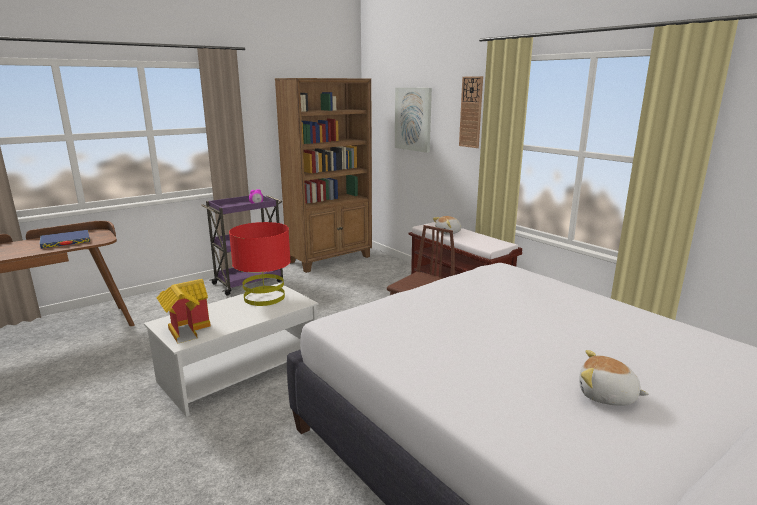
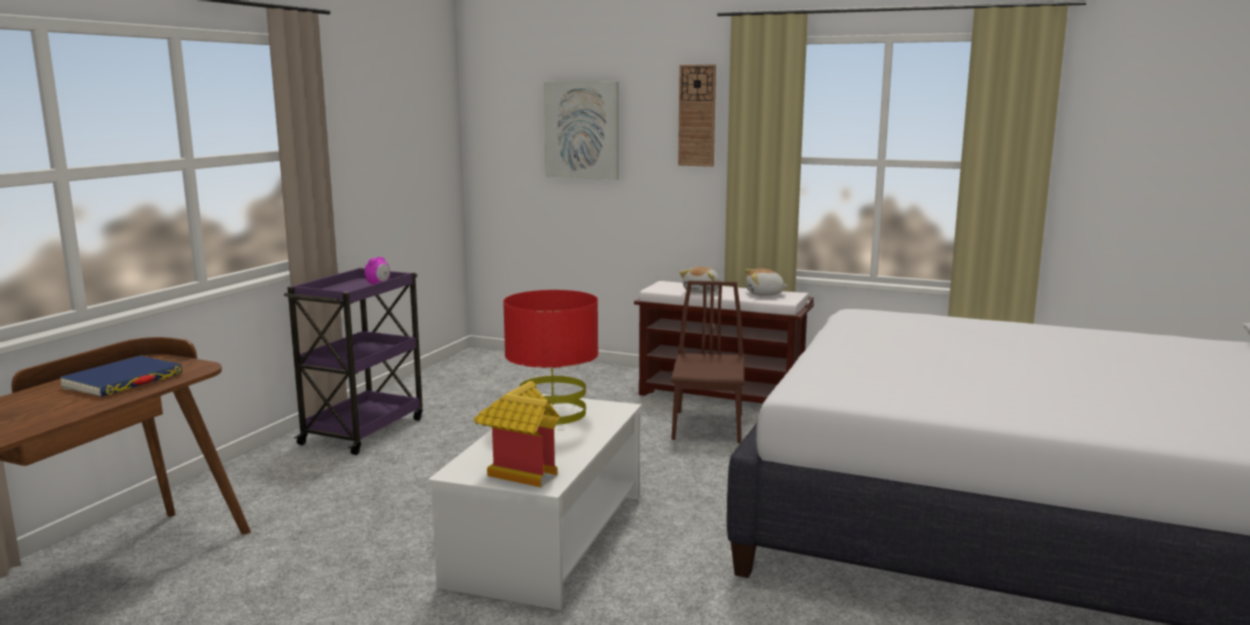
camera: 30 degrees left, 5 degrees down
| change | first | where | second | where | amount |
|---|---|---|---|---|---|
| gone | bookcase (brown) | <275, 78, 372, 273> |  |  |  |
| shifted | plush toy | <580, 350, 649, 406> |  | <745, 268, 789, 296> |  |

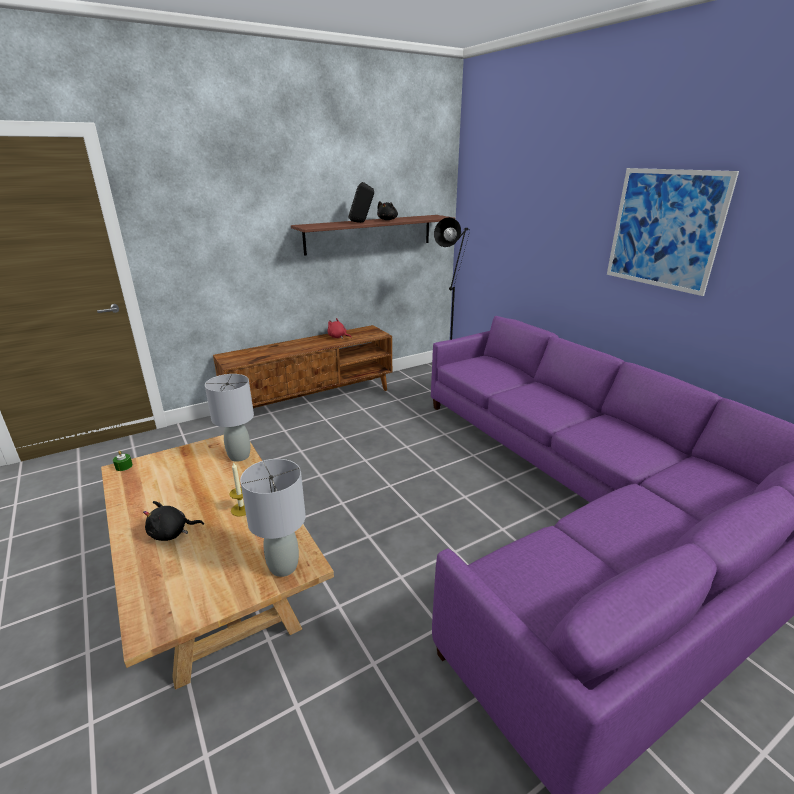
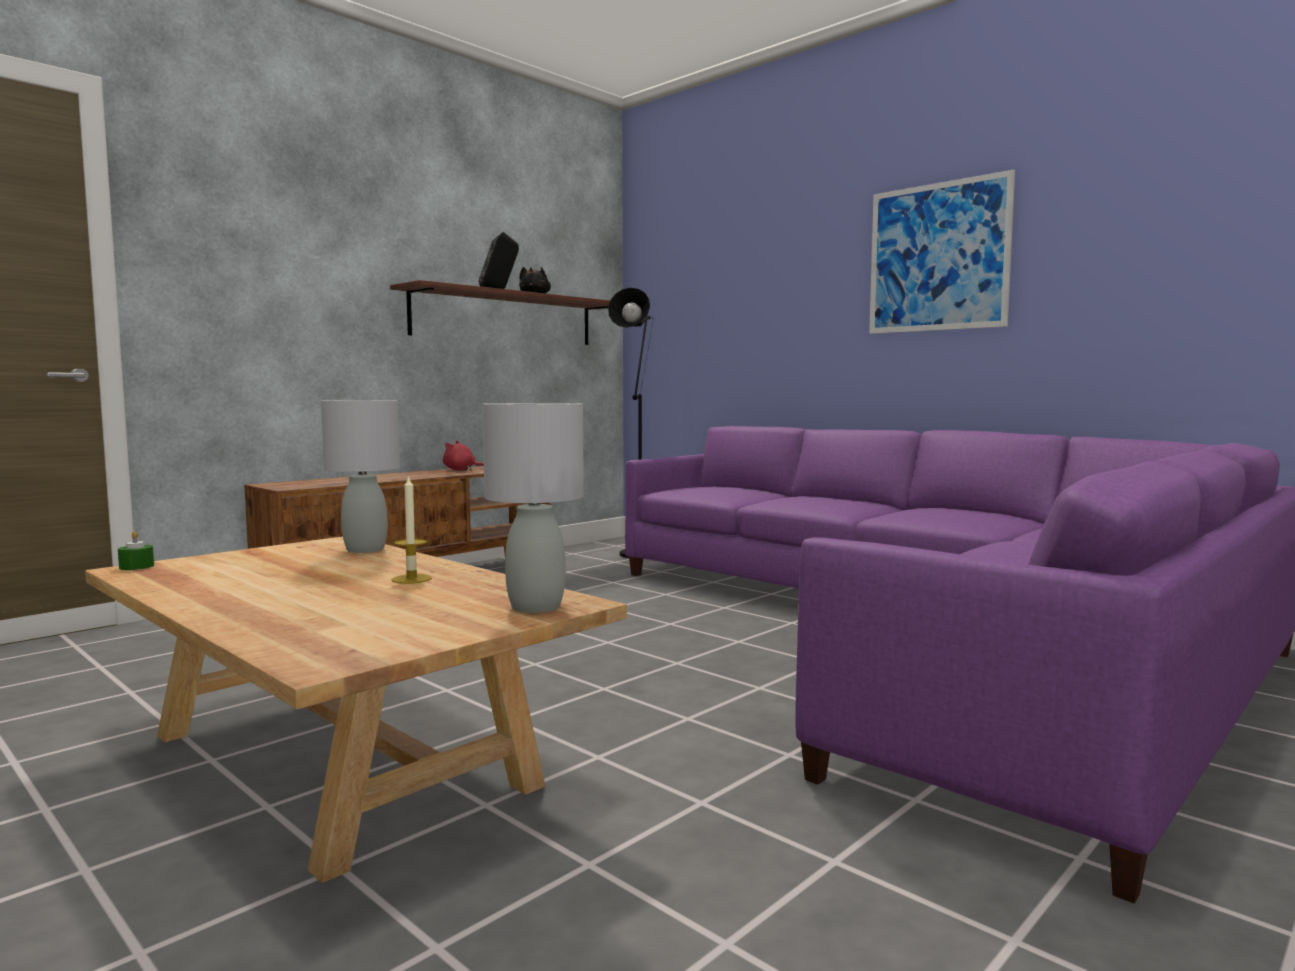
camera: 15 degrees left, 20 degrees down
| change | first | where | second | where | amount |
|---|---|---|---|---|---|
| gone | plush toy (black) | <143, 501, 204, 541> |  |  |  |

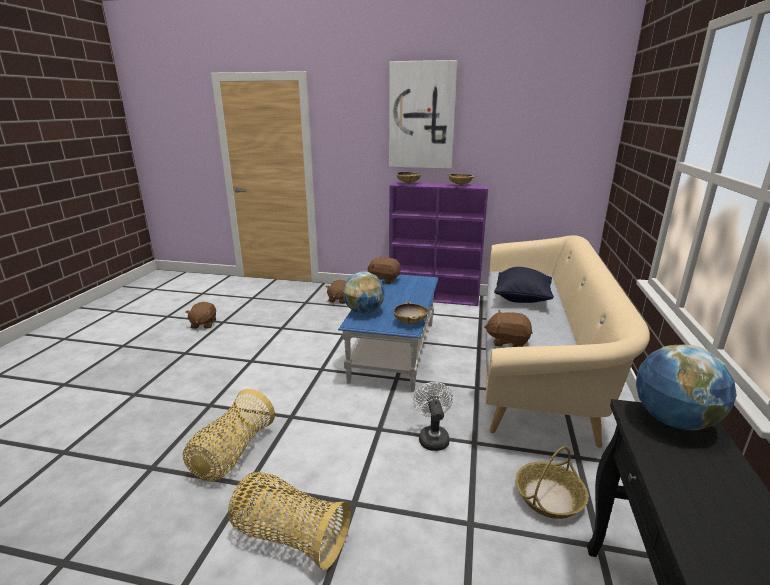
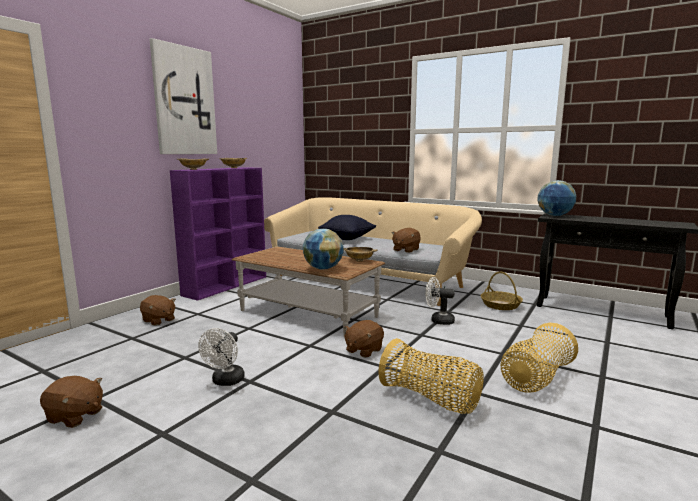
camera: 70 degrees left, 10 degrees down
| change | first | where | second | where | amount |
|---|---|---|---|---|---|
| new |  |  | fan (white) | <198, 328, 245, 386> |  |
| shifted | plush toy (brown) | <367, 257, 401, 284> |  | <344, 320, 384, 358> |  |
| repainted | coffee table (blue) | <338, 275, 438, 392> | coffee table (brown) | <231, 246, 385, 338> |  |

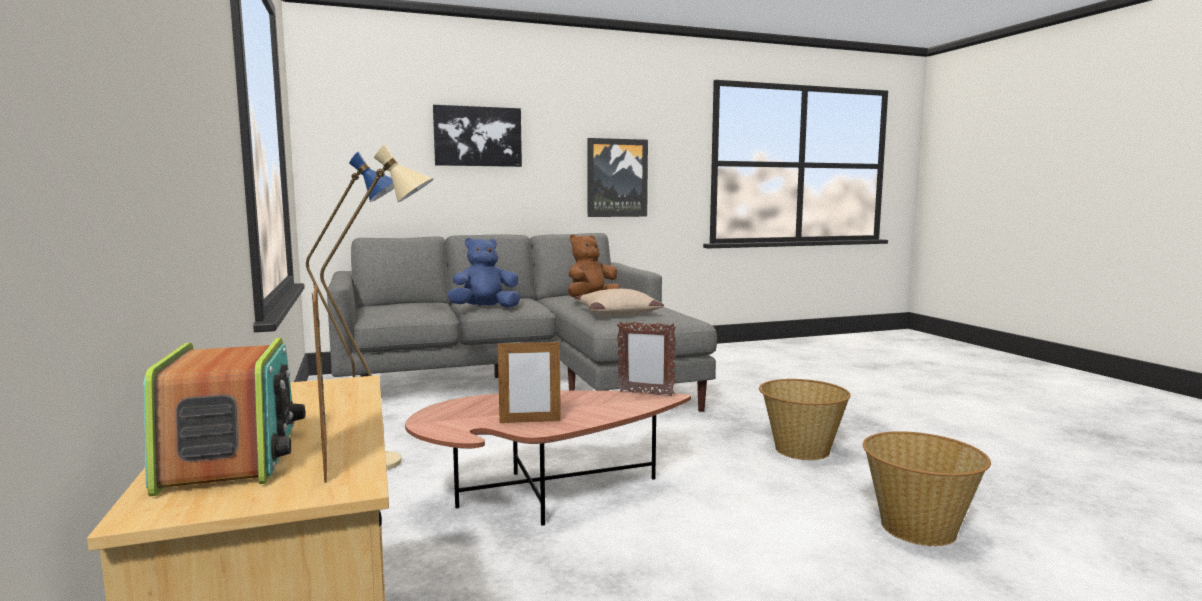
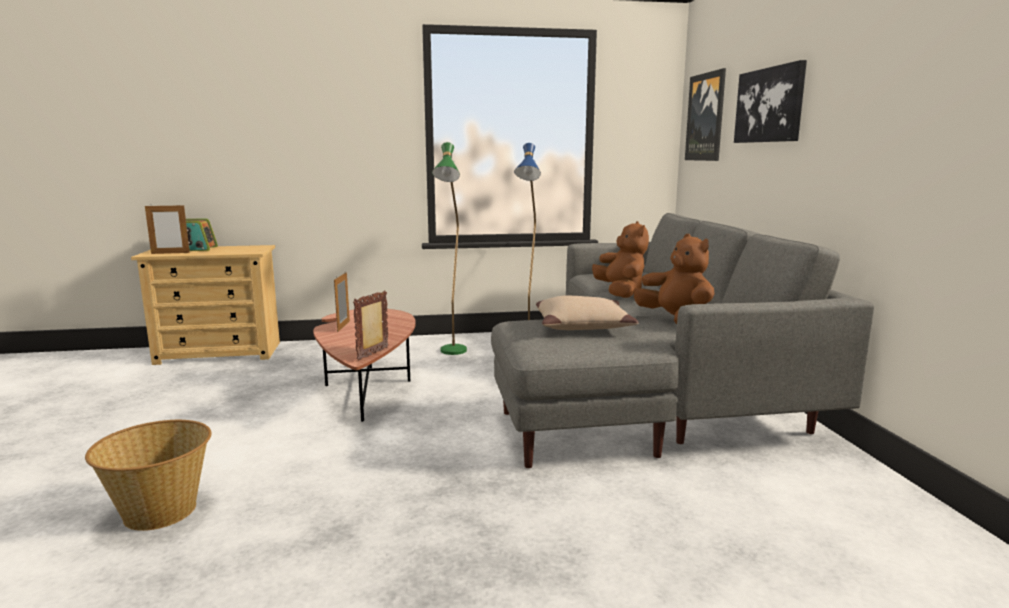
camera: 100 degrees right, 5 degrees up
| change | first | where | second | where | amount |
|---|---|---|---|---|---|
| gone | basket | <759, 379, 851, 460> |  |  |  |
| shifted | picture | <587, 138, 648, 217> |  | <685, 68, 726, 161> |  |
| repainted | floor lamp (beige) | <320, 144, 433, 470> | floor lamp (green) | <432, 142, 467, 355> |  |
| repainted | plush toy (blue) | <447, 238, 521, 308> | plush toy (brown) | <592, 221, 649, 298> |  |

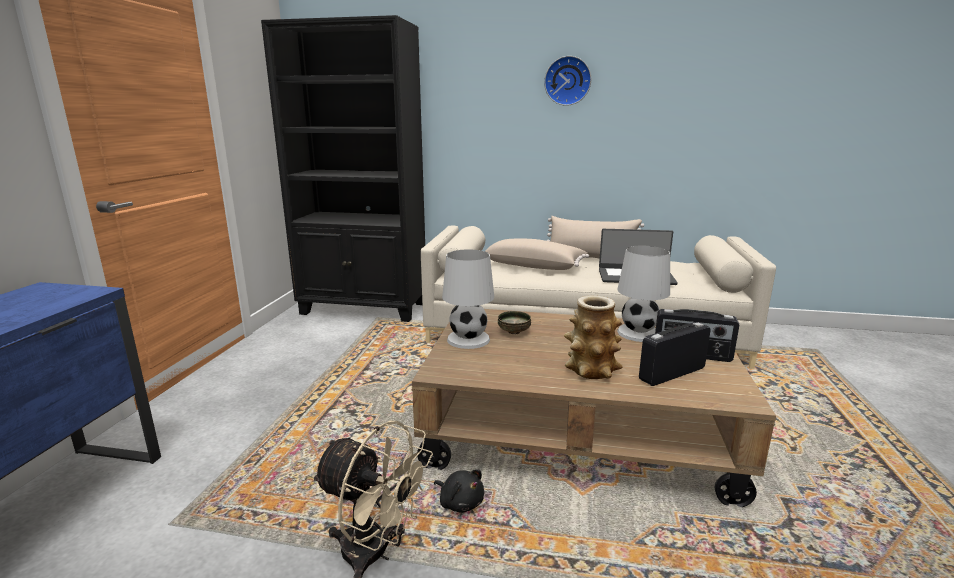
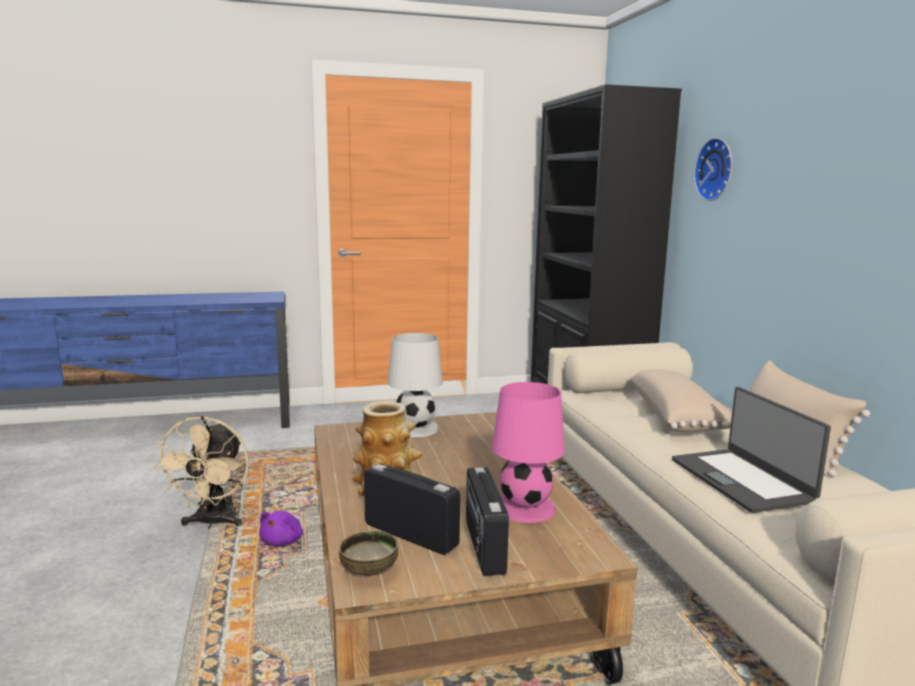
camera: 65 degrees right, 5 degrees down
| change | first | where | second | where | amount |
|---|---|---|---|---|---|
| shifted | bowl | <498, 311, 531, 334> |  | <339, 530, 398, 576> |  |
| shifted | wall clock | <544, 56, 591, 106> |  | <694, 138, 732, 201> |  |
| repainted | plush toy (black) | <434, 469, 484, 513> | plush toy (purple) | <259, 511, 303, 546> |  |
| repainted | table lamp (white) | <617, 246, 670, 342> | table lamp (pink) | <492, 382, 565, 523> |  |

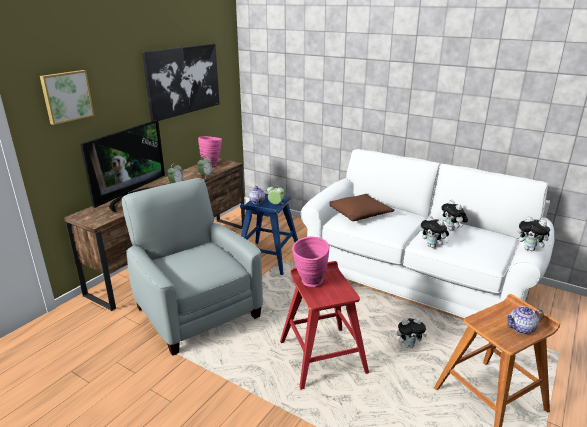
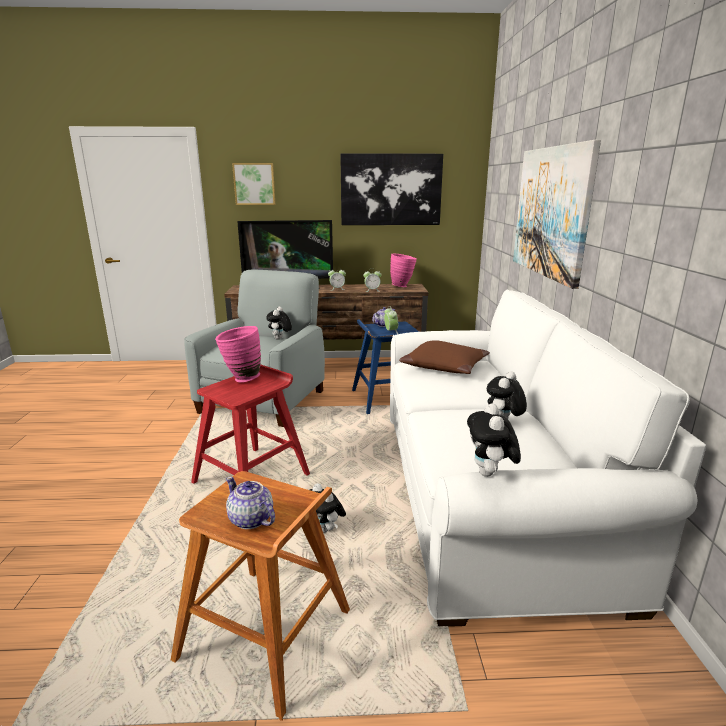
camera: 55 degrees right, 5 degrees down
| change | first | where | second | where | amount |
|---|---|---|---|---|---|
| new |  |  | picture | <513, 140, 601, 289> |  |
| shifted | plush toy | <421, 216, 449, 248> |  | <266, 307, 292, 340> |  |

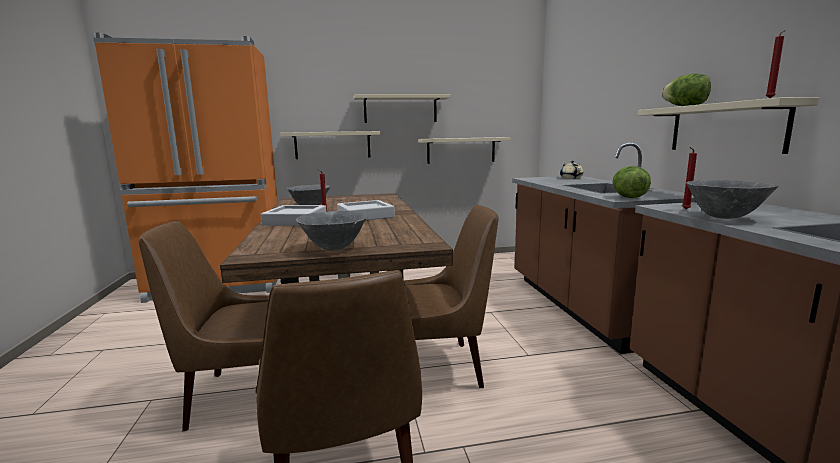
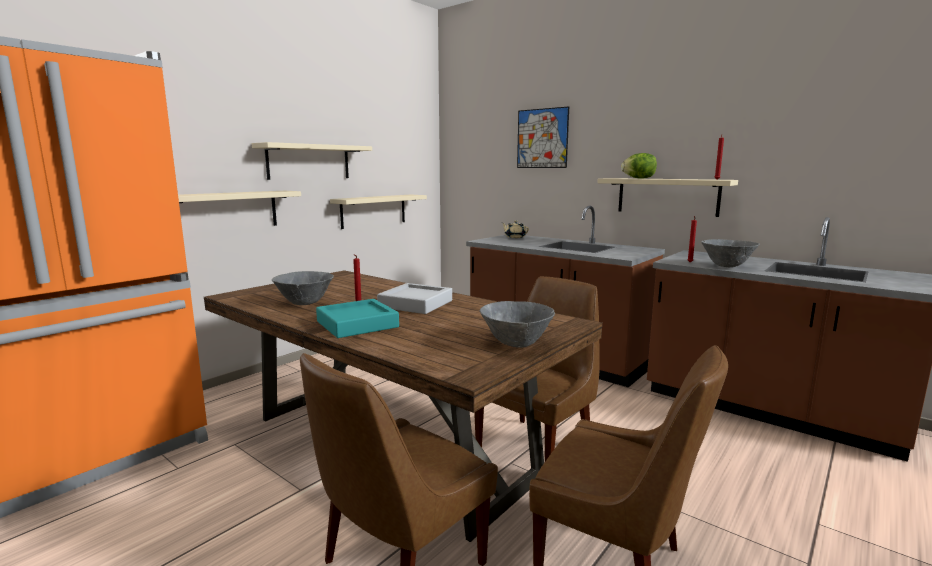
camera: 40 degrees left, 0 degrees up
| change | first | where | second | where | amount |
|---|---|---|---|---|---|
| gone | lettuce | <613, 166, 651, 198> |  |  |  |
| new |  |  | picture | <517, 106, 569, 168> |  |
| repainted | tray (grey) | <261, 205, 326, 226> | tray (turquoise) | <316, 299, 399, 338> |  |

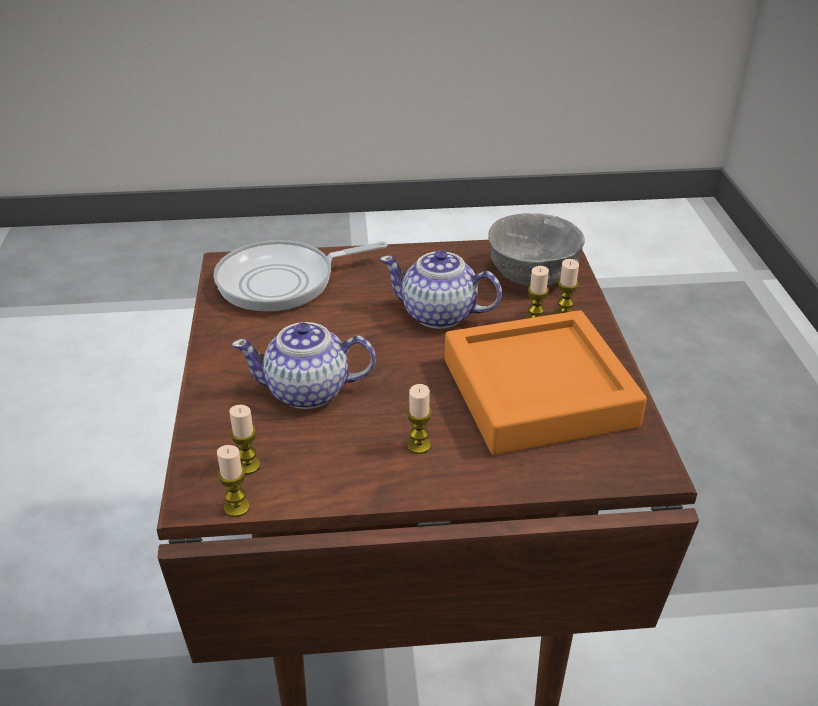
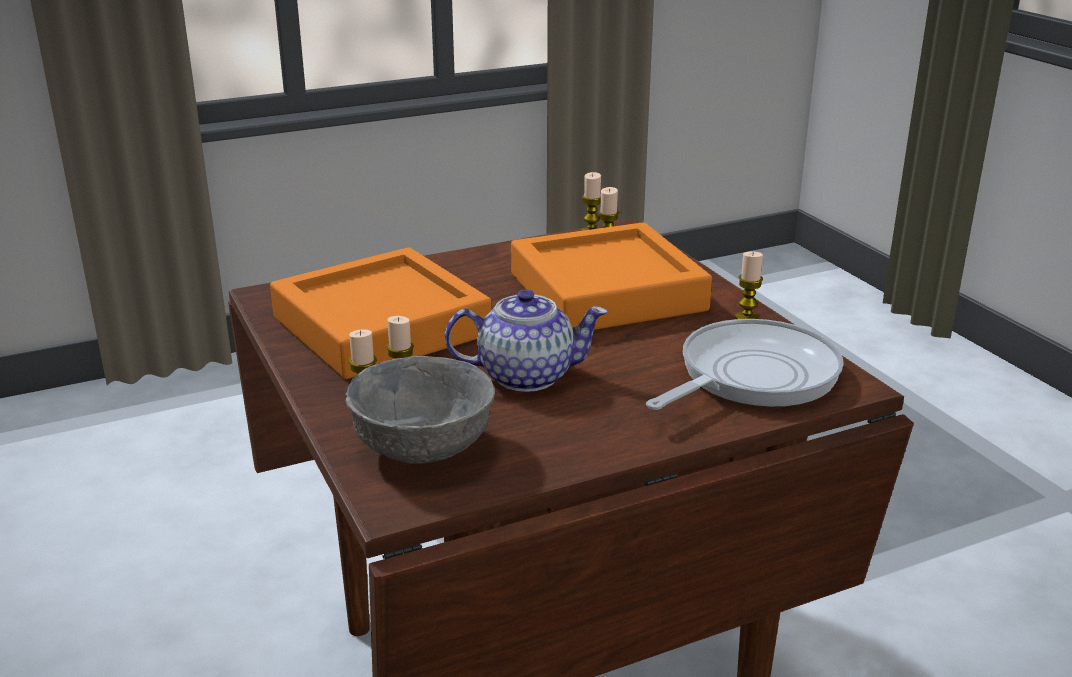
camera: 160 degrees right, 10 degrees down
| change | first | where | second | where | amount |
|---|---|---|---|---|---|
| shifted | candle | <407, 384, 432, 454> |  | <735, 251, 763, 319> |  |
| swapped | teapot | <232, 322, 376, 409> | tray (orange) | <511, 222, 712, 330> |  |

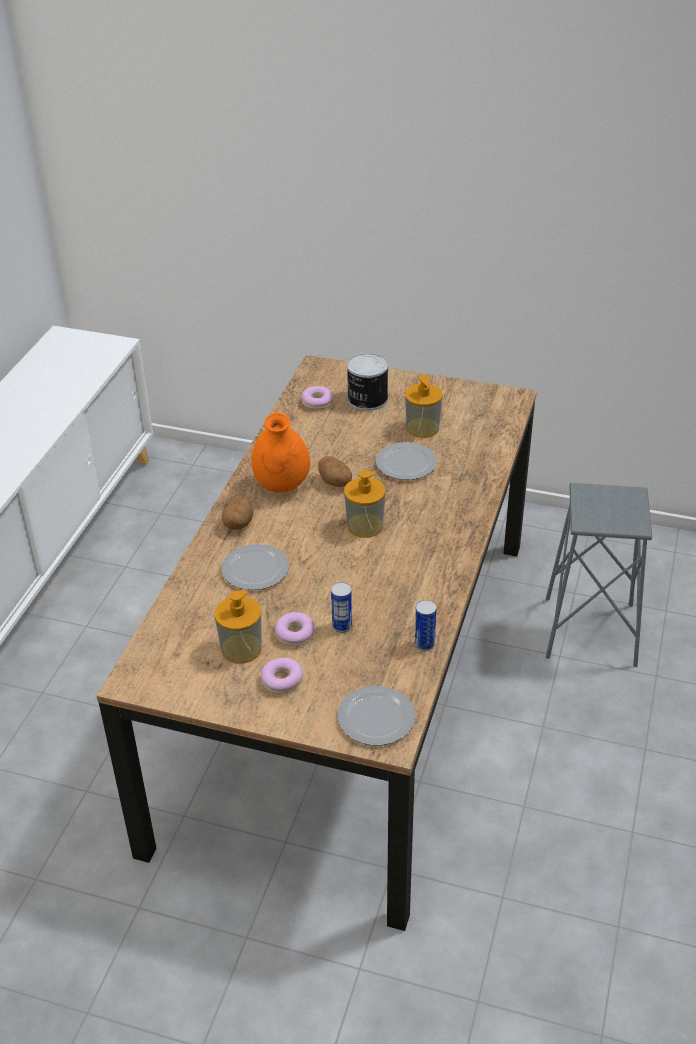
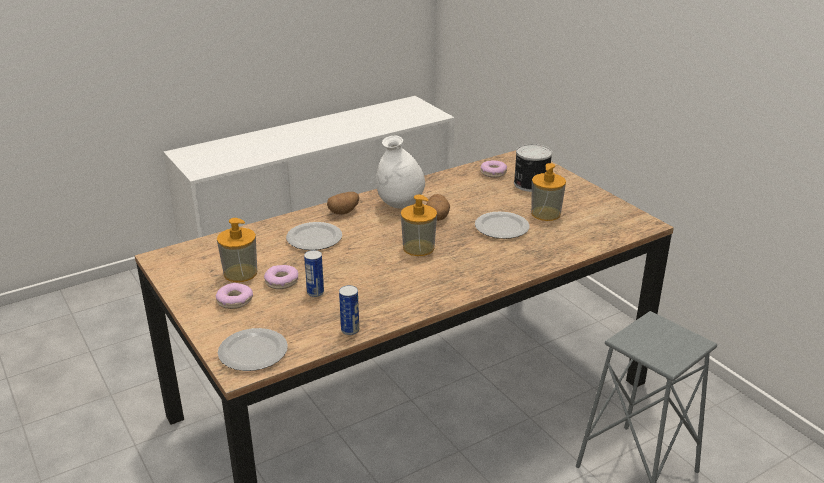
camera: 40 degrees right, 10 degrees down
| change | first | where | second | where | amount |
|---|---|---|---|---|---|
| repainted | vase (orange) | <251, 413, 310, 493> | vase (white) | <376, 136, 425, 209> |  |

